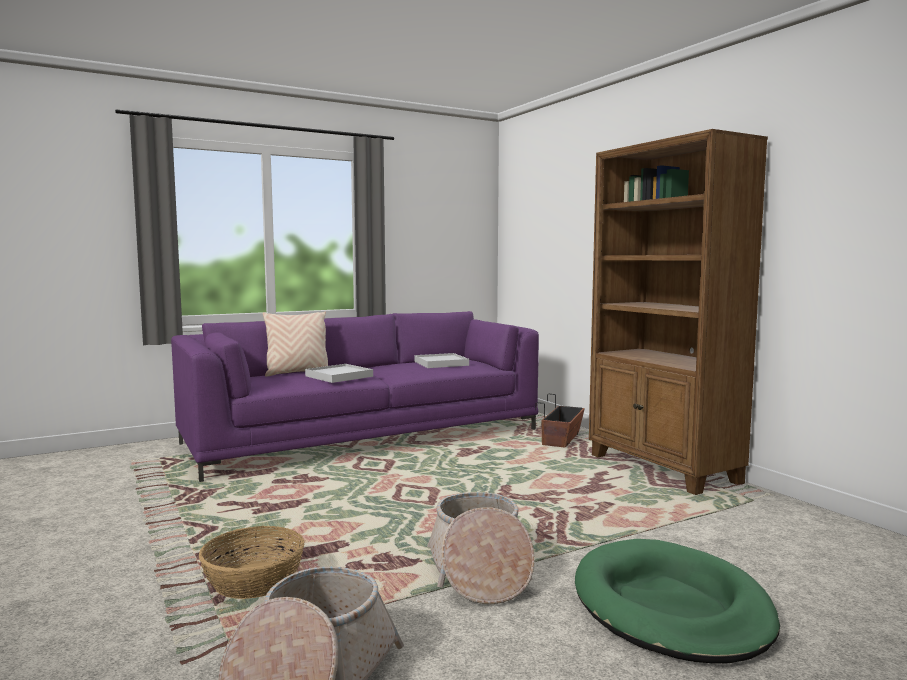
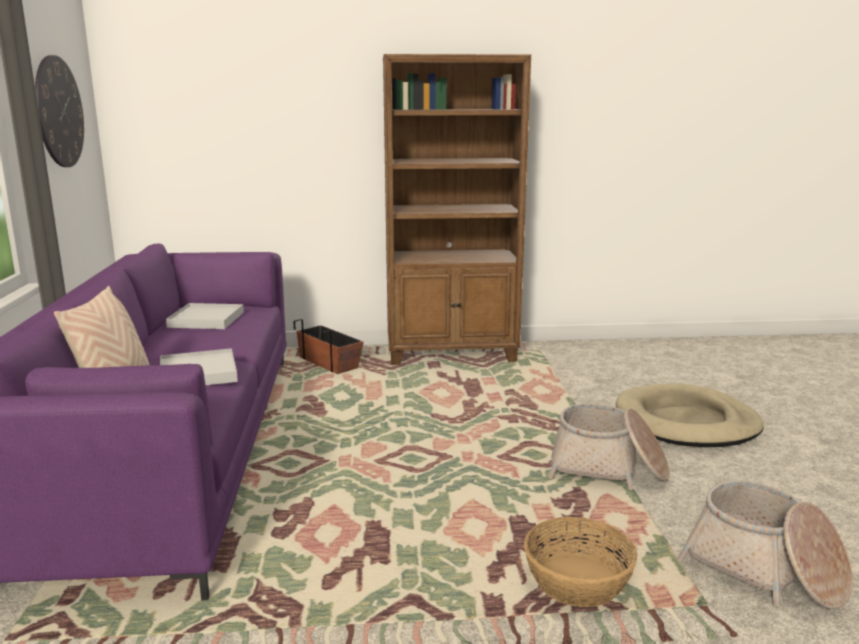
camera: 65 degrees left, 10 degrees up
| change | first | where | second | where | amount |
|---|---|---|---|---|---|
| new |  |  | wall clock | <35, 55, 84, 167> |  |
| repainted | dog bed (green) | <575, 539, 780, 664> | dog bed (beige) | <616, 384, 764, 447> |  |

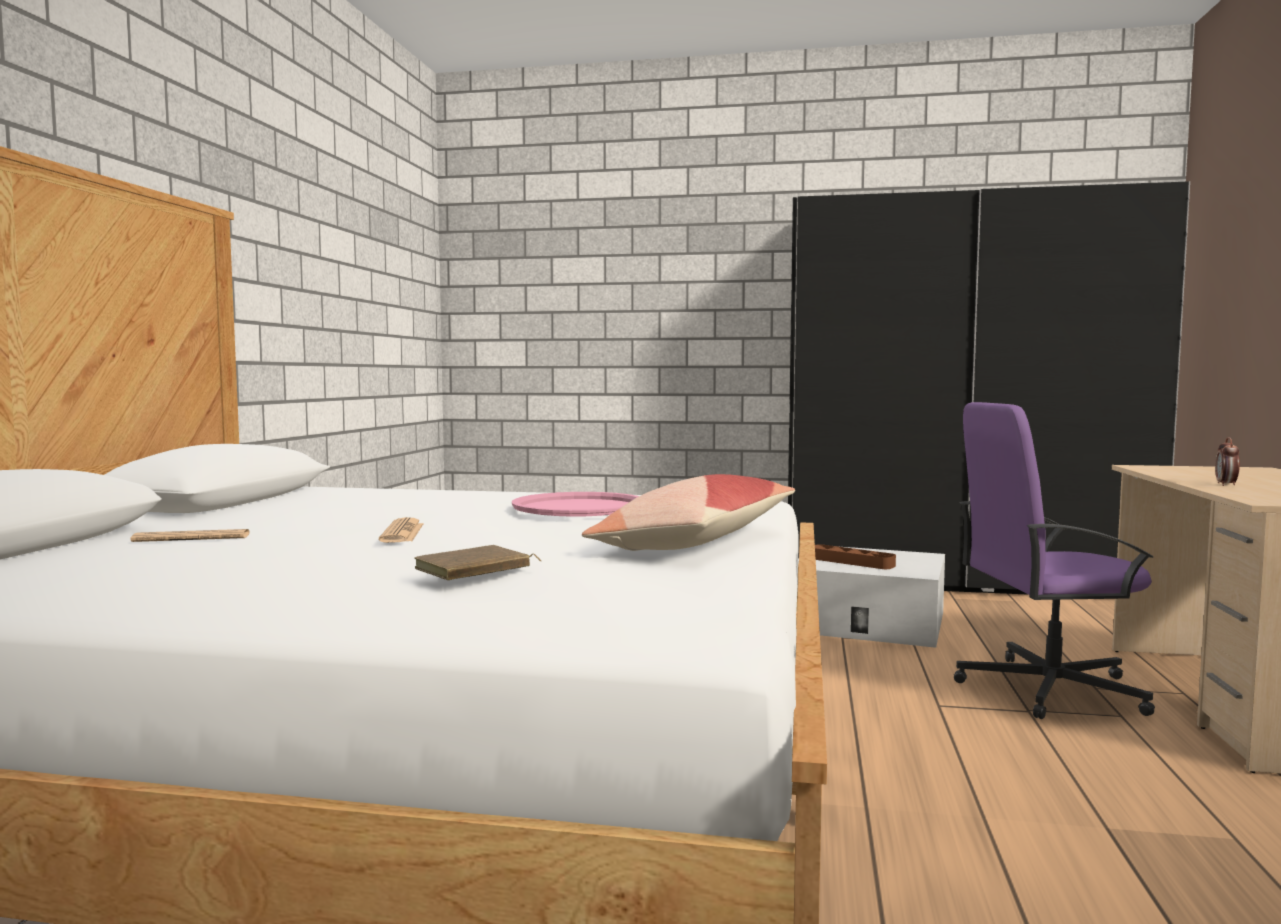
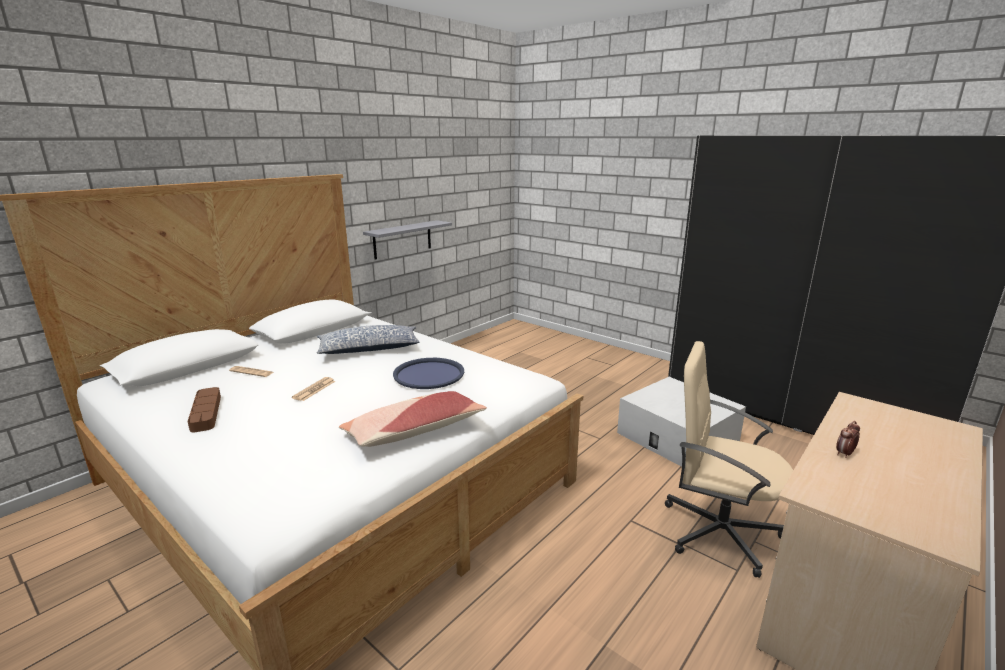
camera: 30 degrees right, 15 degrees up
| change | first | where | second | where | amount |
|---|---|---|---|---|---|
| gone | book (brown) | <414, 545, 541, 580> |  |  |  |
| new |  |  | pillow | <317, 325, 419, 354> |  |
| new |  |  | shelf (grey) | <363, 220, 452, 259> |  |
| shifted | tray (brown) | <815, 544, 896, 569> |  | <187, 387, 221, 432> |  |
| repainted | tray (pink) | <512, 492, 639, 517> | tray (blue) | <393, 358, 464, 389> |  |
| repainted | office chair (purple) | <954, 402, 1155, 719> | office chair (beige) | <665, 341, 793, 578> |  |

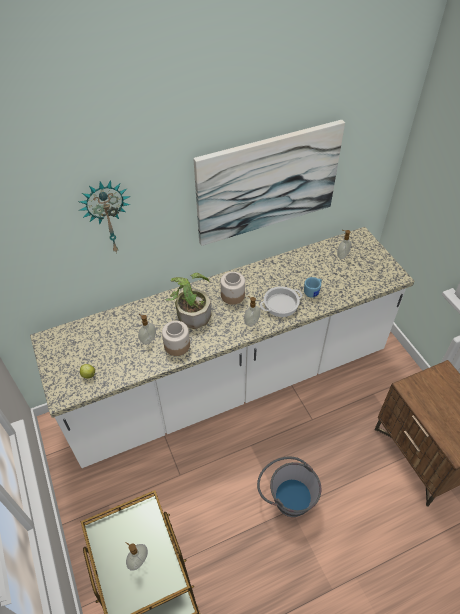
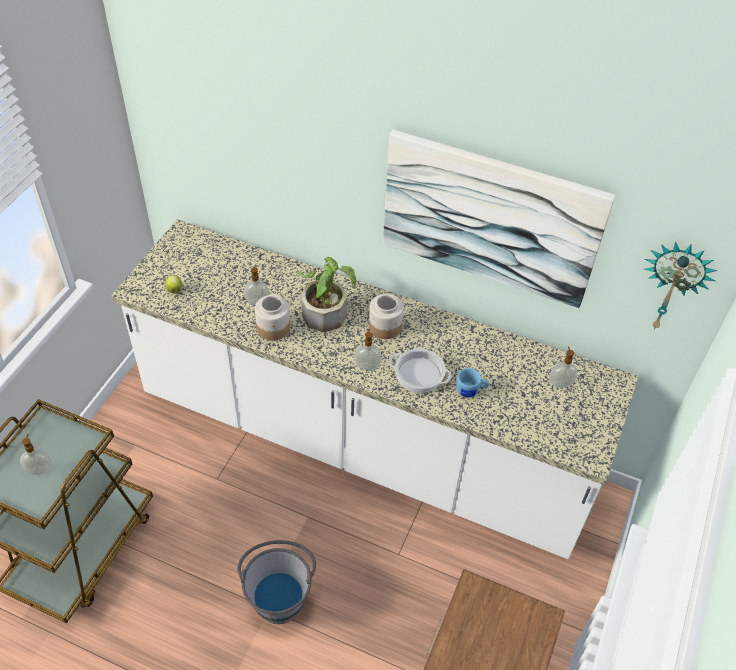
camera: 45 degrees right, 0 degrees up
| change | first | where | second | where | amount |
|---|---|---|---|---|---|
| shifted | wall clock | <78, 180, 131, 254> |  | <644, 242, 718, 330> |  |

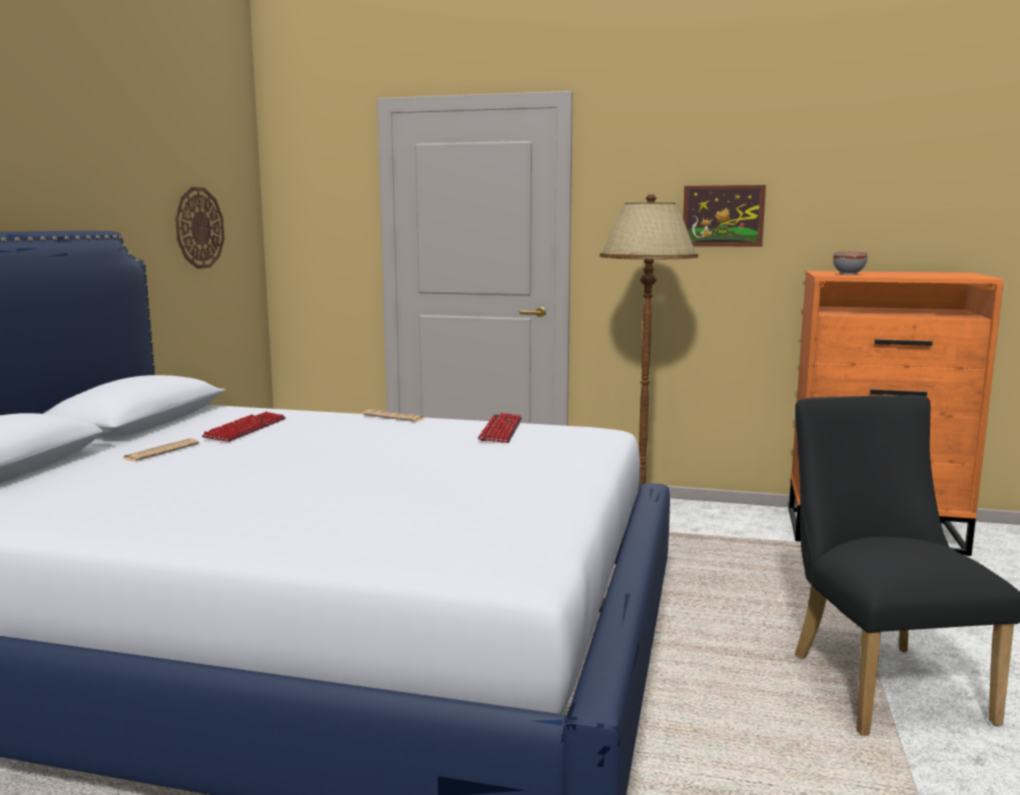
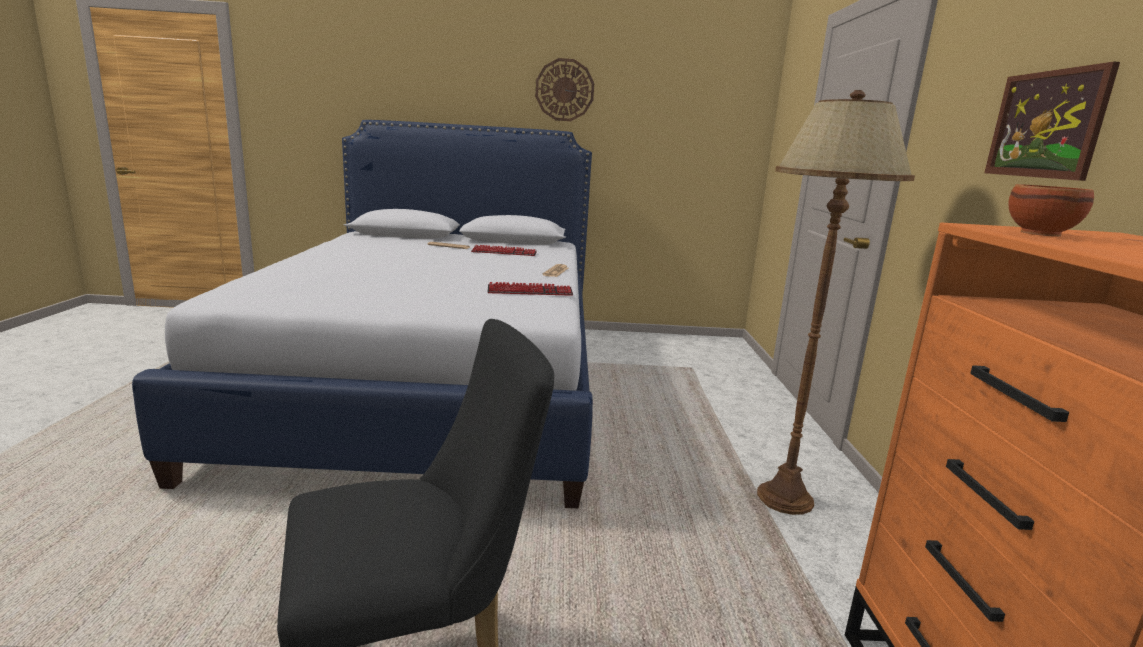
camera: 75 degrees right, 5 degrees up
| change | first | where | second | where | amount |
|---|---|---|---|---|---|
| shifted | wall clock | <175, 187, 224, 269> |  | <535, 58, 594, 121> |  |
| repainted | bowl (grey) | <833, 252, 867, 275> | bowl (brown) | <1008, 184, 1094, 237> |  |

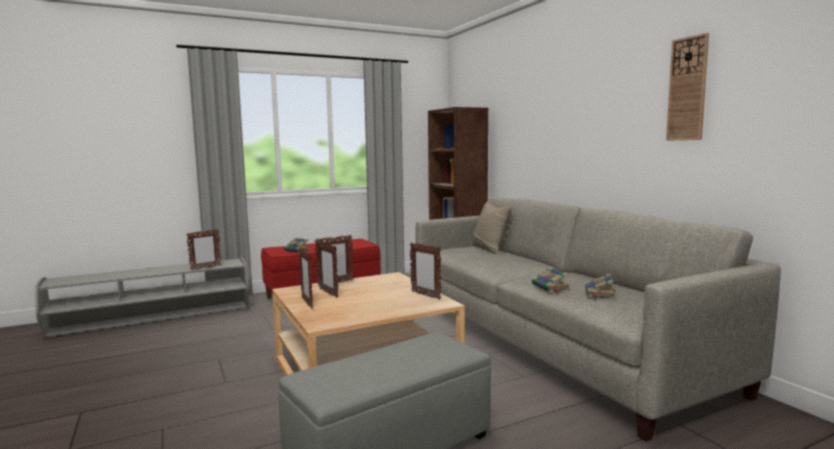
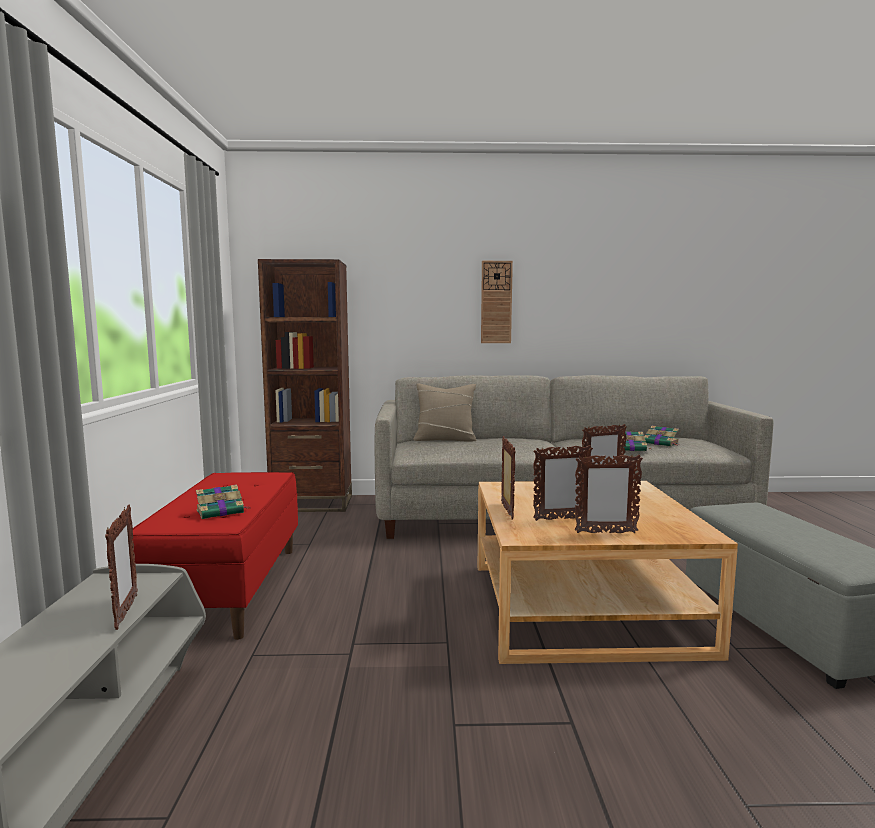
camera: 65 degrees left, 0 degrees up
| change | first | where | second | where | amount |
|---|---|---|---|---|---|
| shifted | wall clock | <666, 33, 709, 141> |  | <481, 261, 513, 343> |  |

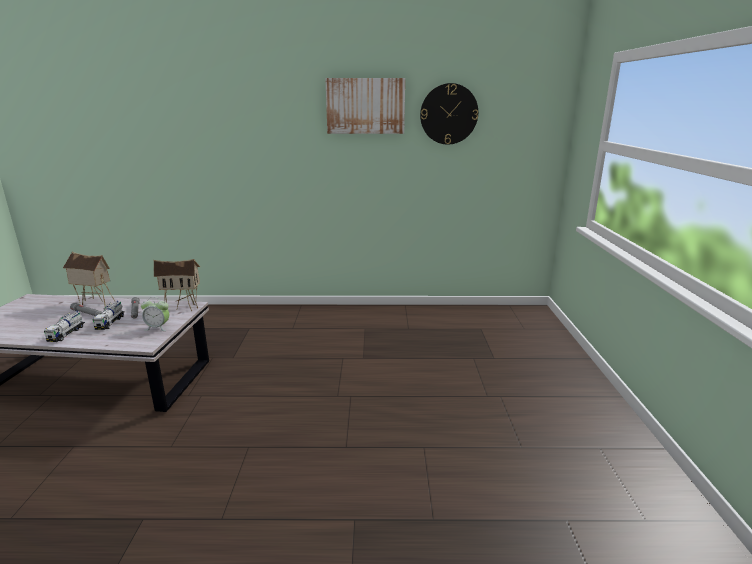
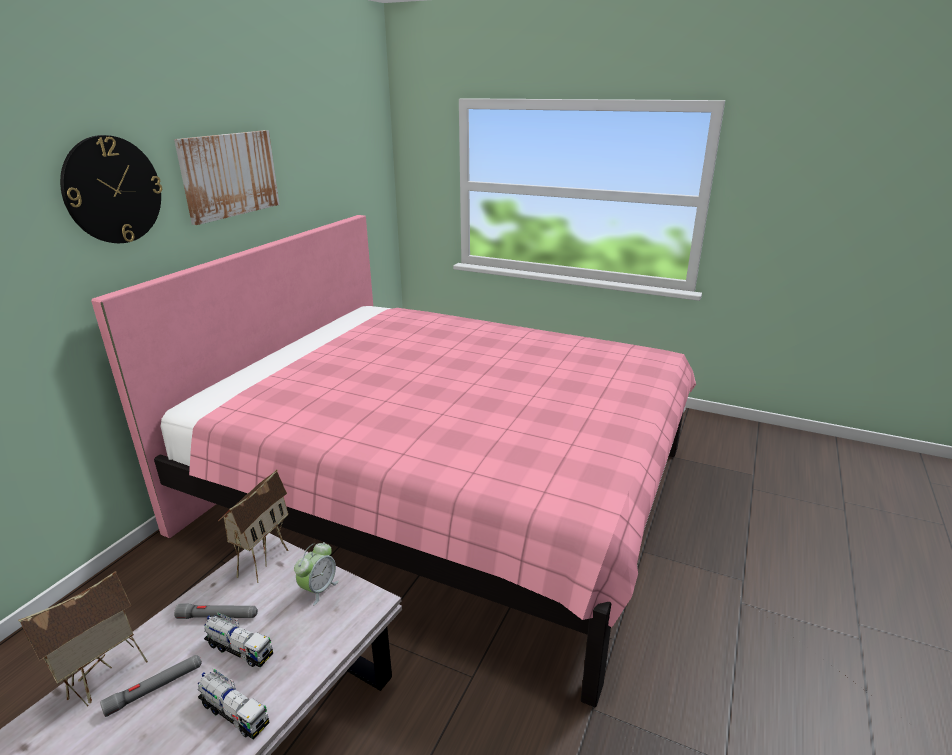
camera: 65 degrees left, 5 degrees up
| change | first | where | second | where | amount |
|---|---|---|---|---|---|
| new |  |  | bed (pink) | <91, 215, 696, 707> |  |
| shifted | wall clock | <420, 83, 478, 145> |  | <60, 135, 162, 243> |  |

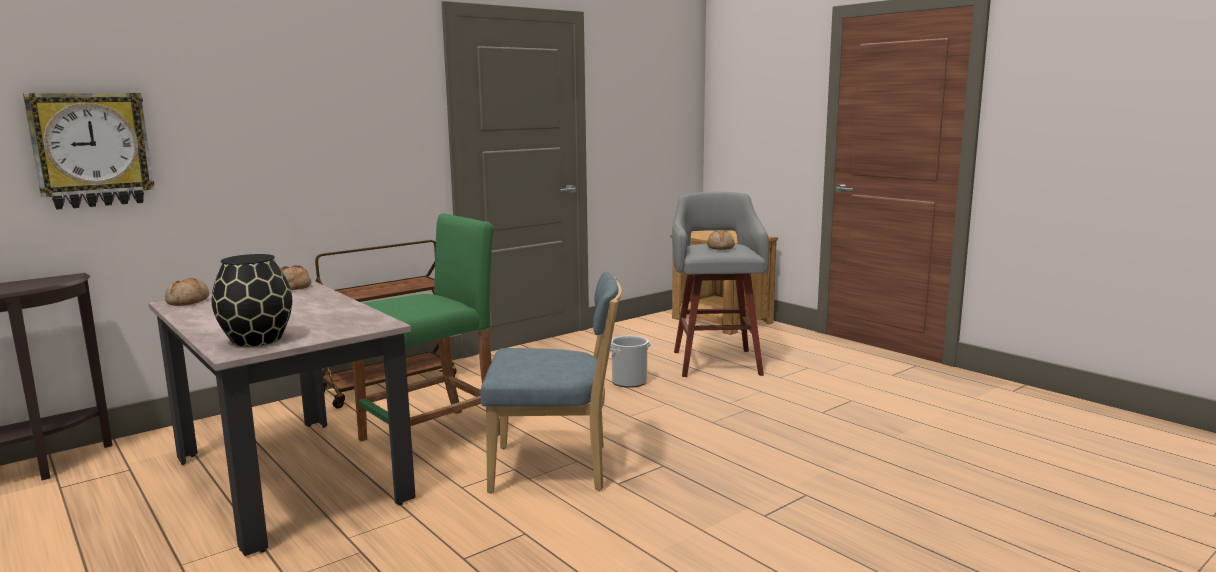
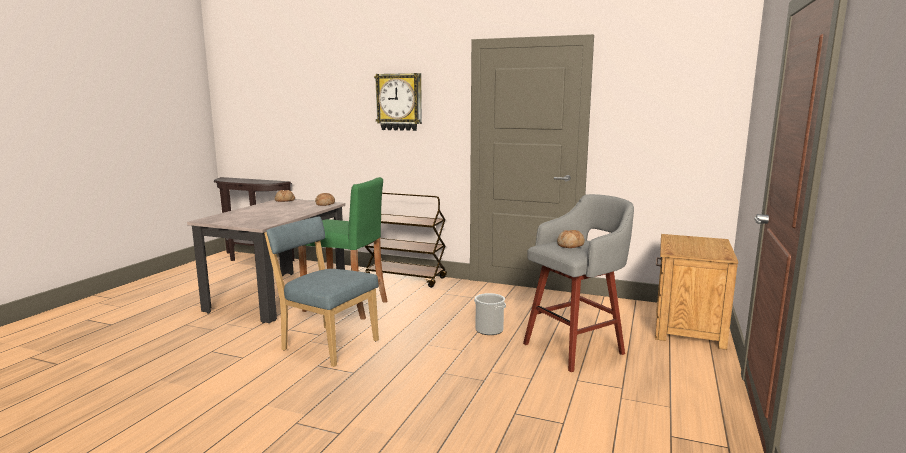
camera: 60 degrees right, 0 degrees up
| change | first | where | second | where | amount |
|---|---|---|---|---|---|
| gone | vase (black) | <212, 254, 292, 347> |  |  |  |
| shifted | wall clock | <23, 93, 155, 210> |  | <374, 73, 422, 131> |  |
| rotated | chair (blue) | <481, 271, 622, 493> |  | <264, 216, 379, 367> | 150 degrees clockwise |

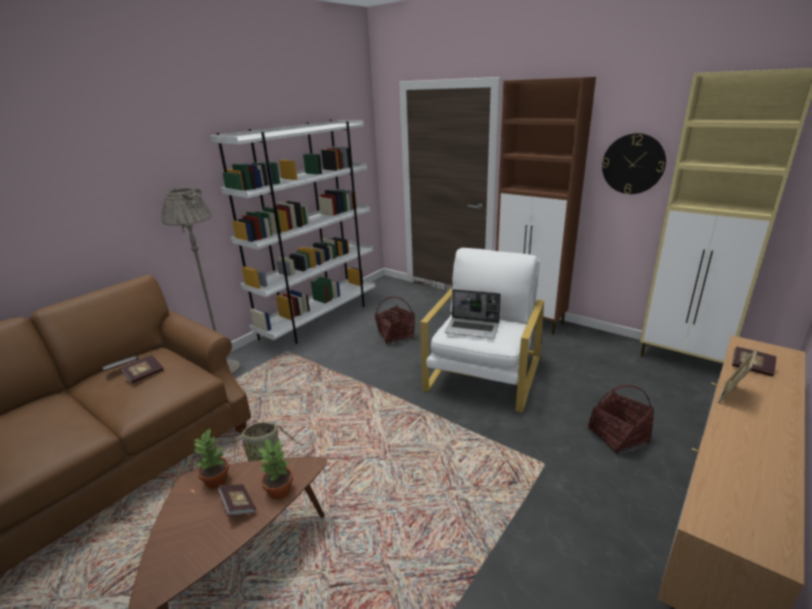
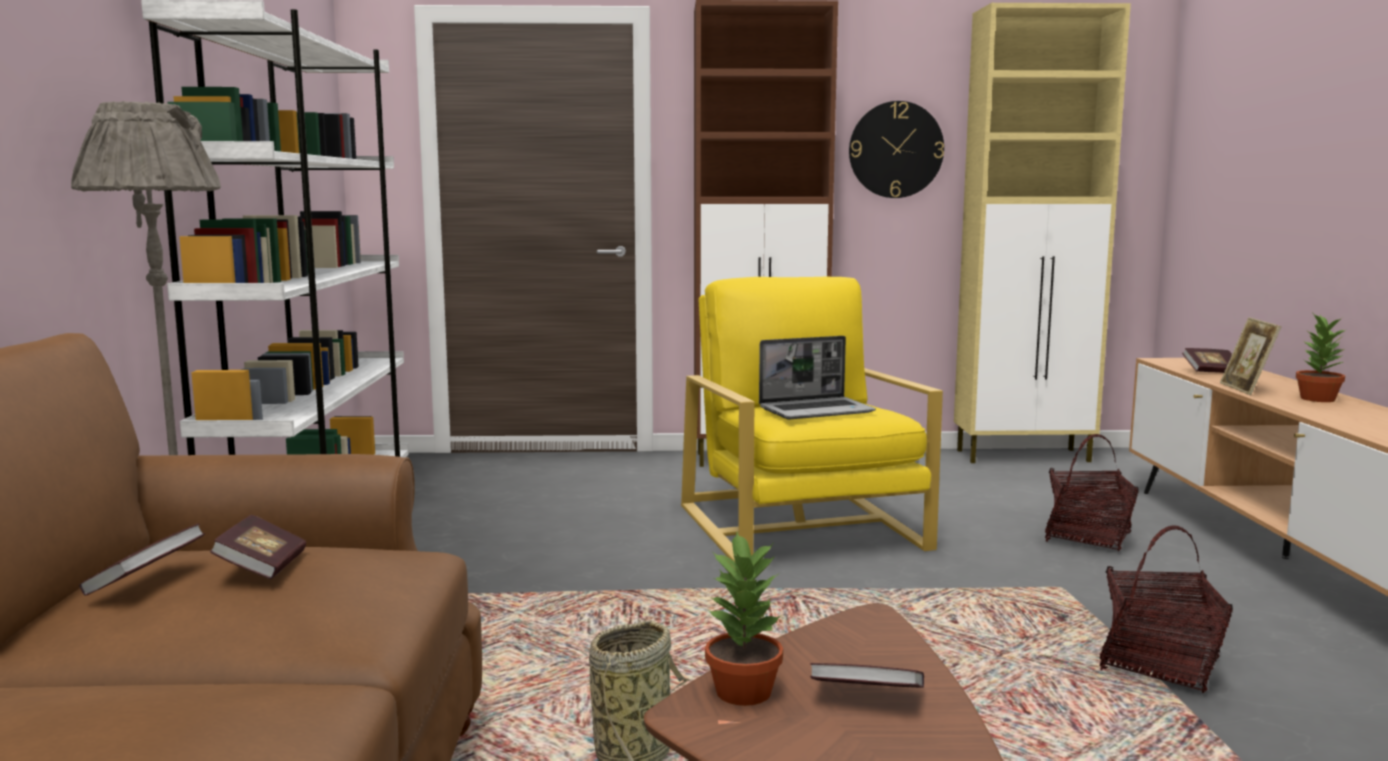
camera: 40 degrees left, 15 degrees down
| change | first | where | second | where | amount |
|---|---|---|---|---|---|
| shifted | potted plant | <258, 439, 293, 500> |  | <1296, 312, 1346, 402> |  |
| shifted | basket | <375, 297, 415, 344> |  | <1099, 525, 1233, 693> |  |
| repainted | armchair (white) | <421, 248, 544, 413> | armchair (yellow) | <681, 277, 943, 562> |  |

